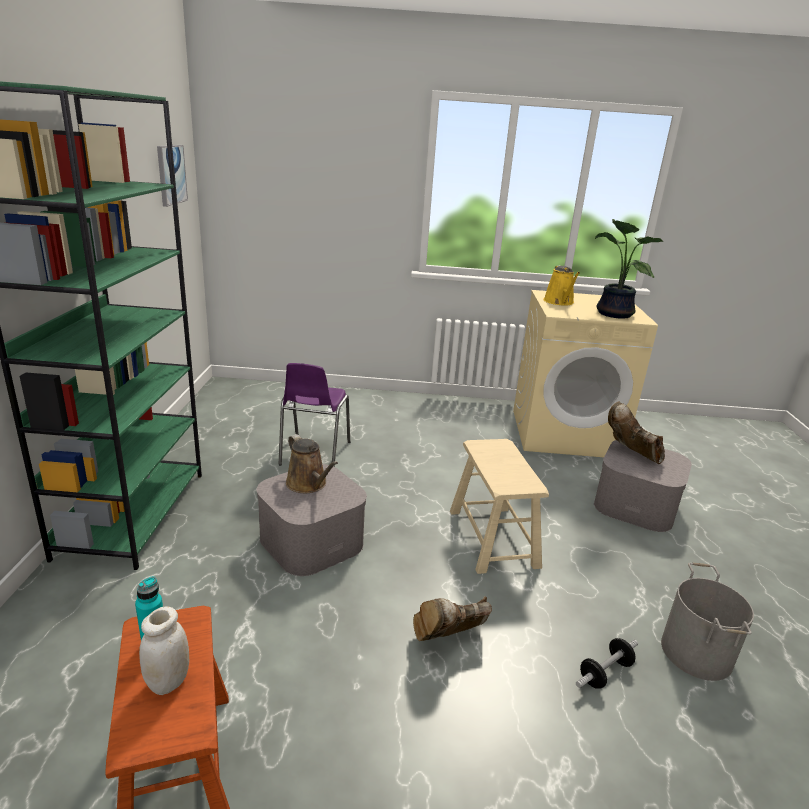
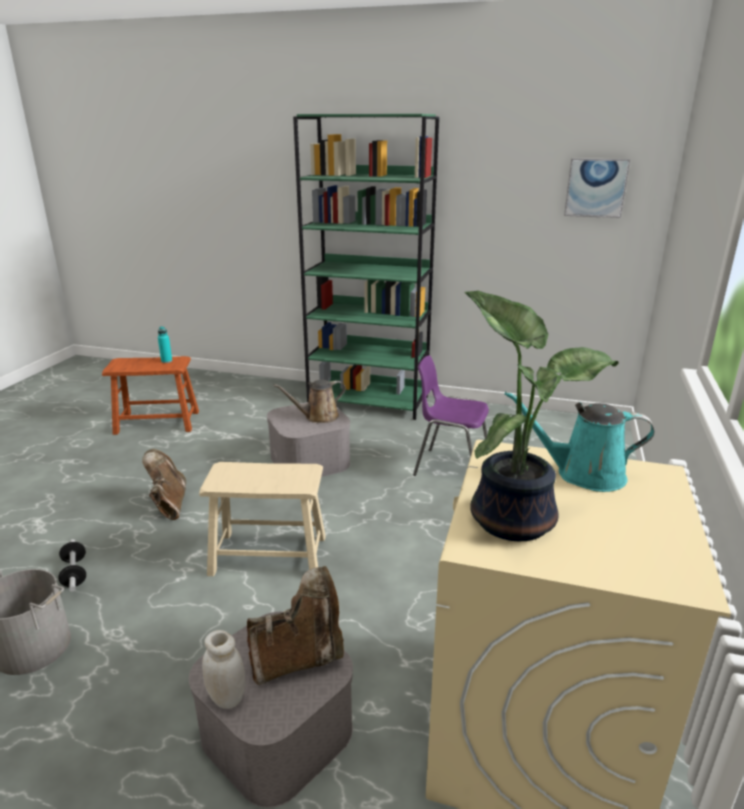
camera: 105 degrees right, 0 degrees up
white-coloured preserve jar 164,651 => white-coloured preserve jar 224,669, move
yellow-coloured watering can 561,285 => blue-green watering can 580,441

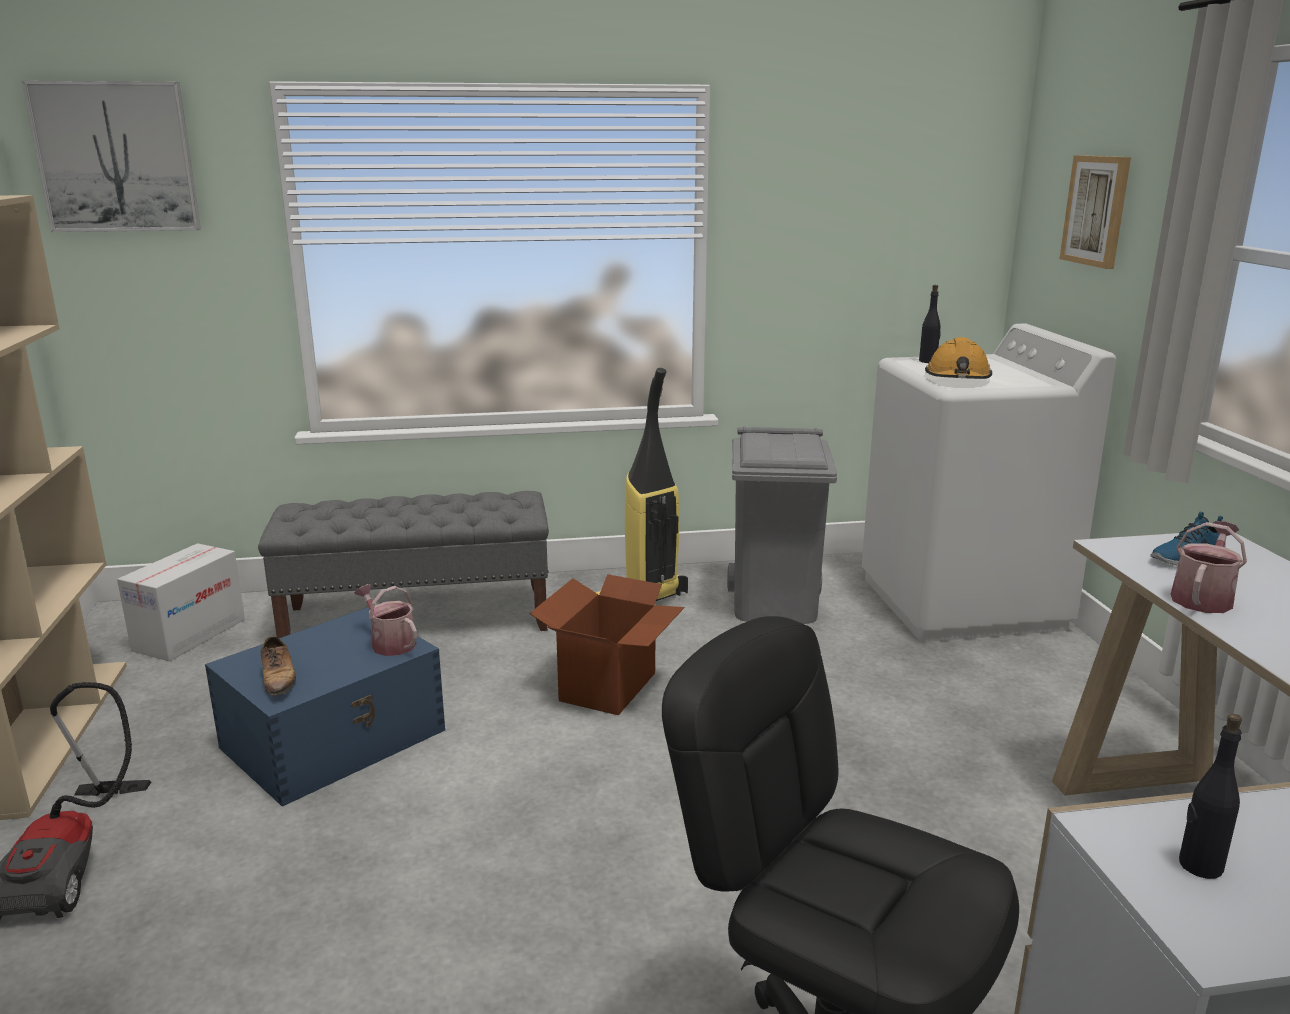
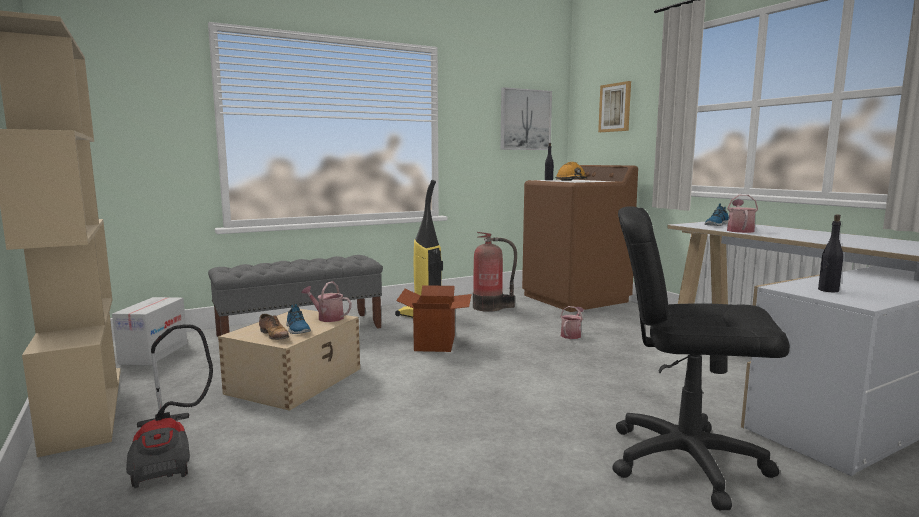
camera: 20 degrees left, 10 degrees down
blue-coloured storage box 325,707 => beige storage box 289,360
nothing => low shoe 298,319
greyish waste bin 782,525 => extinguisher 495,272
picture 111,156 => picture 526,118, move
white-coloured laundry appliance 989,482 => brown-coloured laundry appliance 580,238
nothing => watering can 572,322

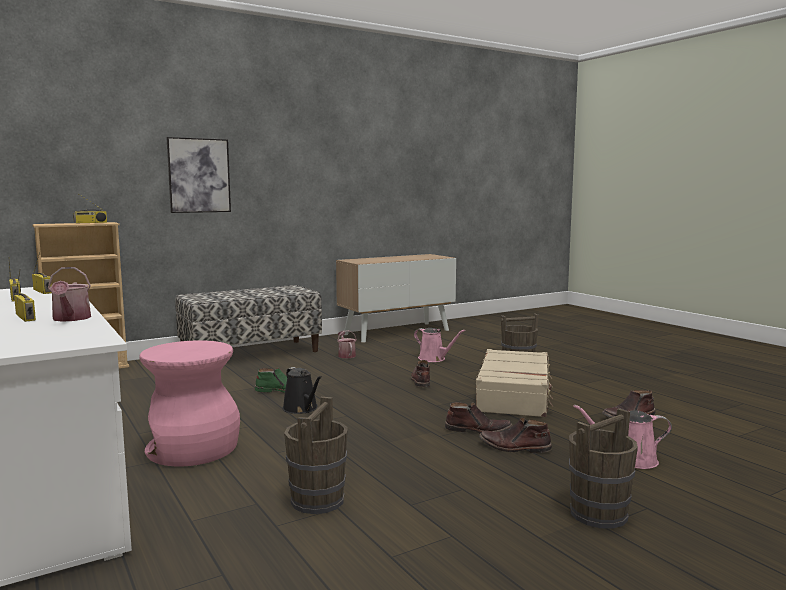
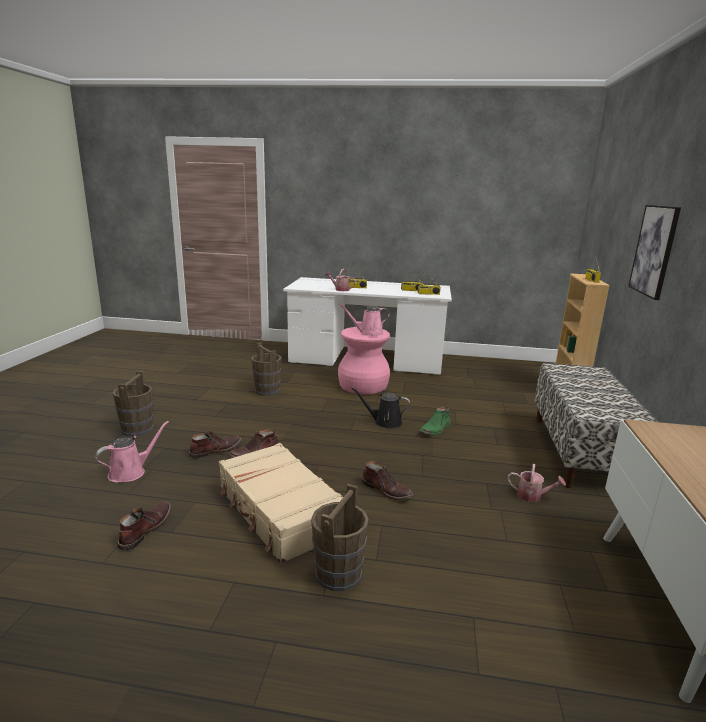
camera: 130 degrees right, 10 degrees up
pink-coloured watering can 439,345 => pink-coloured watering can 364,319, move

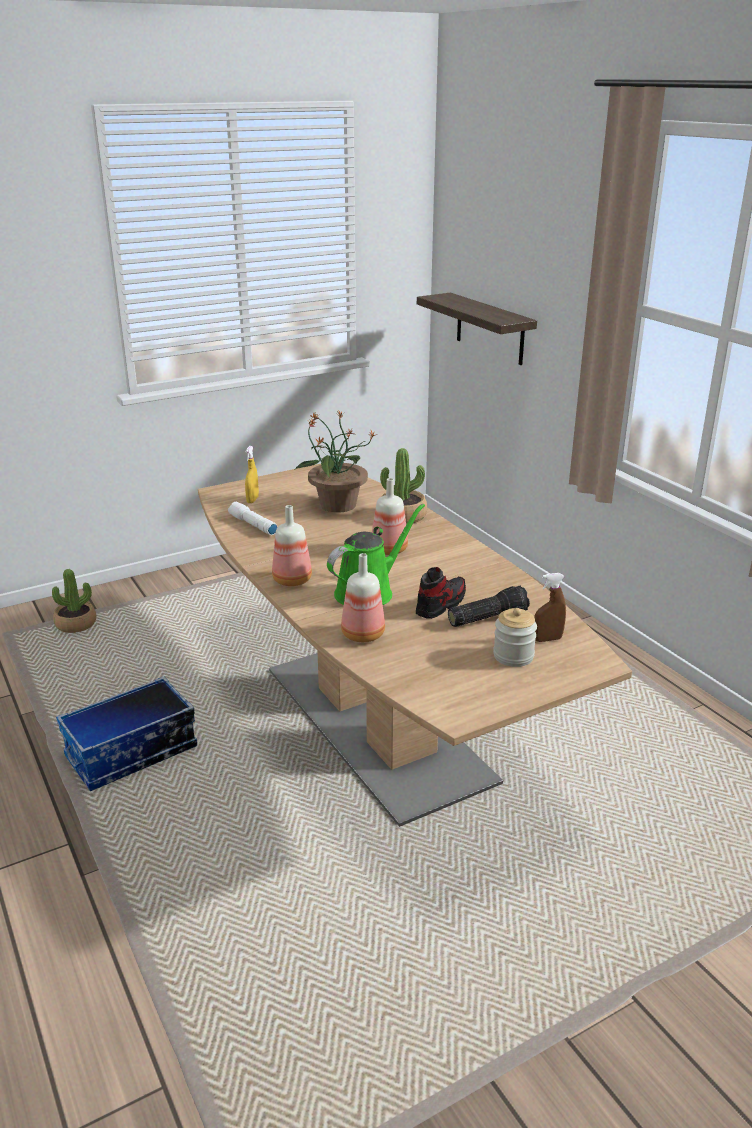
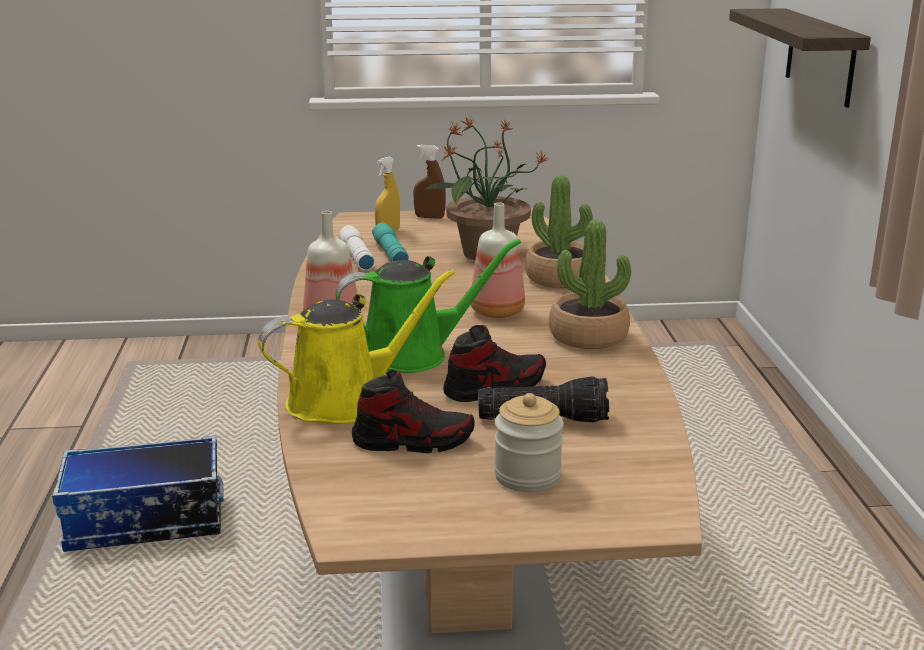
camera: 25 degrees right, 5 degrees down
bottle 363,597 => yellow-coloured watering can 356,346
nothing => low shoe 413,411
nothing => blue-green torch 390,242
brown-coloured hand sprayer 550,607 => brown-coloured hand sprayer 429,182, move
potted plant 74,601 => potted plant 590,284, move

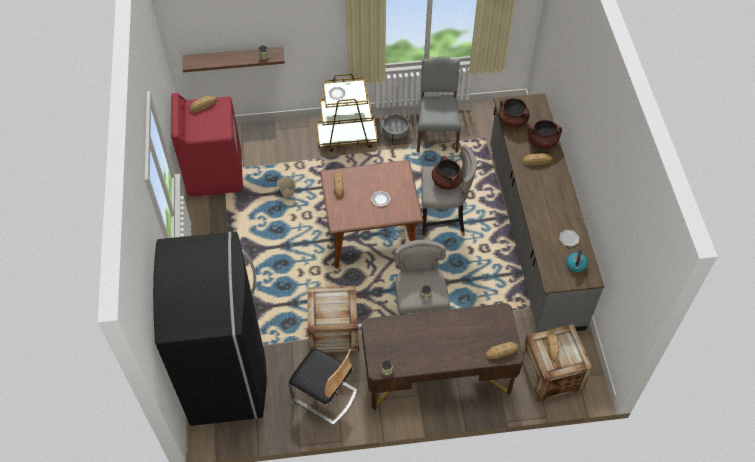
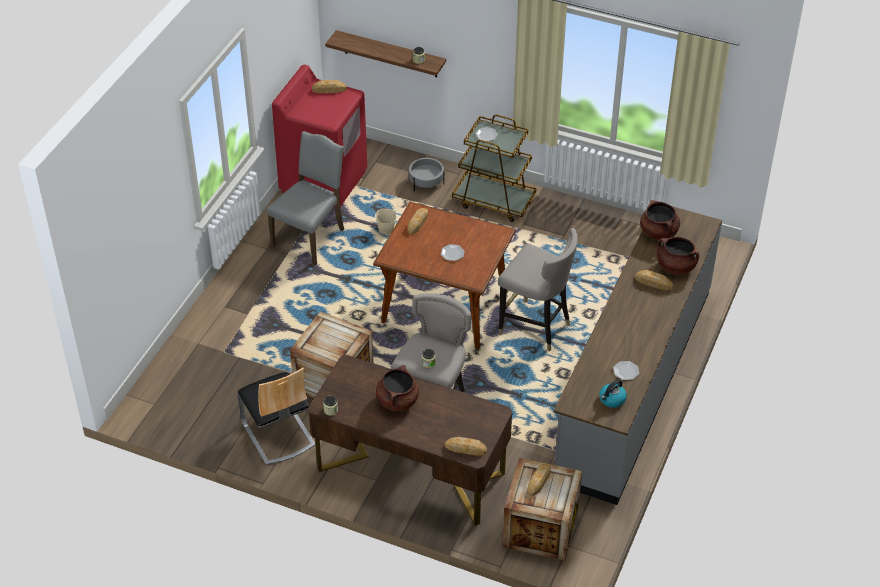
camera: 30 degrees right, 10 degrees down
greyish plain chair 439,104 => greyish plain chair 305,198, move
brown-coloured cooking pot 447,173 => brown-coloured cooking pot 397,388, move
greyish plant pot 396,128 => greyish plant pot 426,174, move
black-coloured kitchen fridge 210,328 => nothing

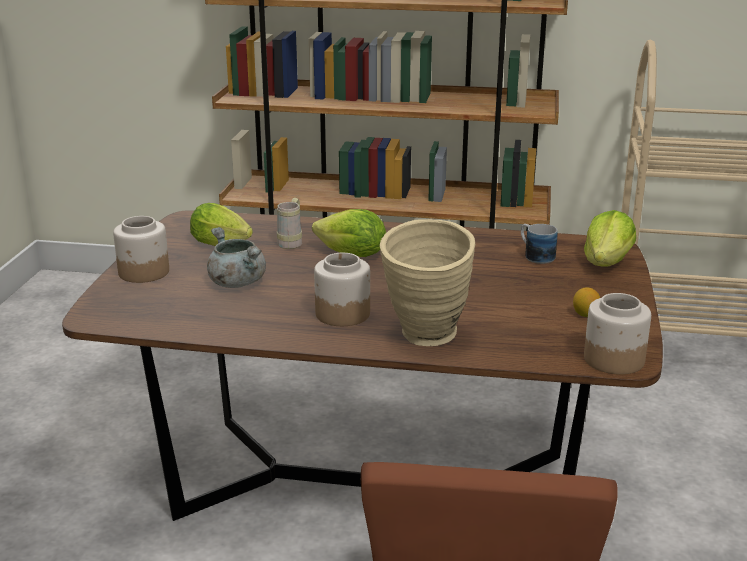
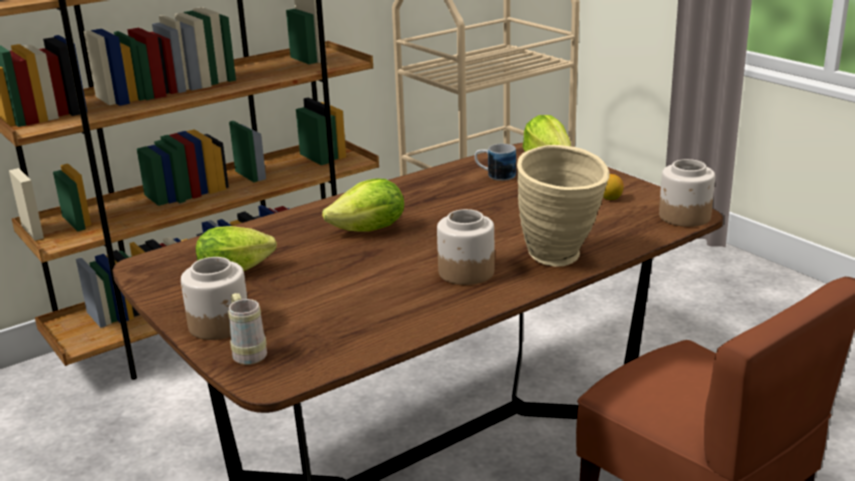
camera: 45 degrees left, 0 degrees up
beige mug 289,223 => beige mug 247,329, move
greyish cooking pot 236,257 => nothing

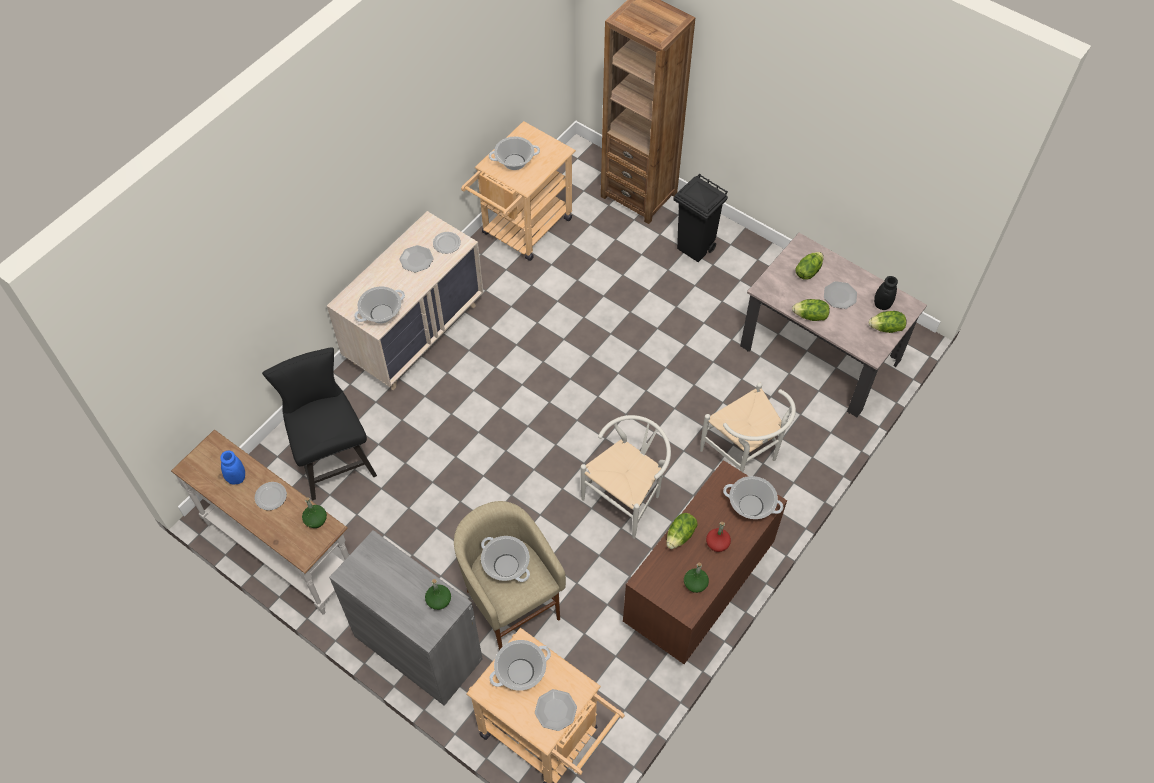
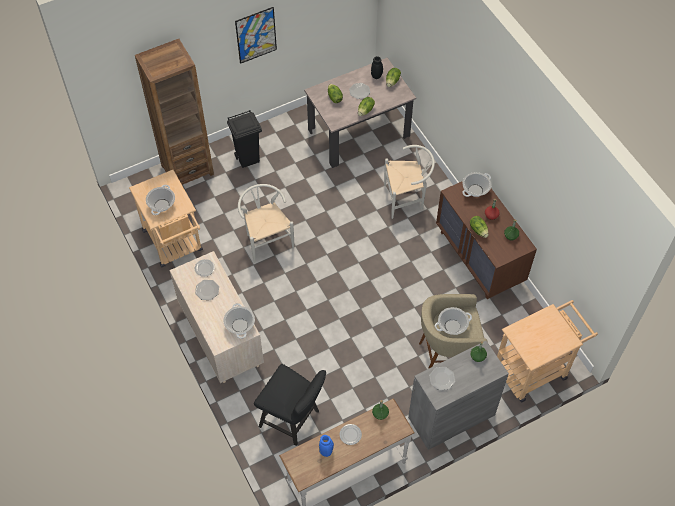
camera: 65 degrees left, 0 degrees up
nothing => picture 256,35
white-coloured plain chair 626,477 => white-coloured plain chair 266,223, move
black-coloured plain chair 319,424 => black-coloured plain chair 290,405, 150 degrees counterclockwise
plate 556,710 => plate 442,378, move
cooking pot 520,665 => nothing

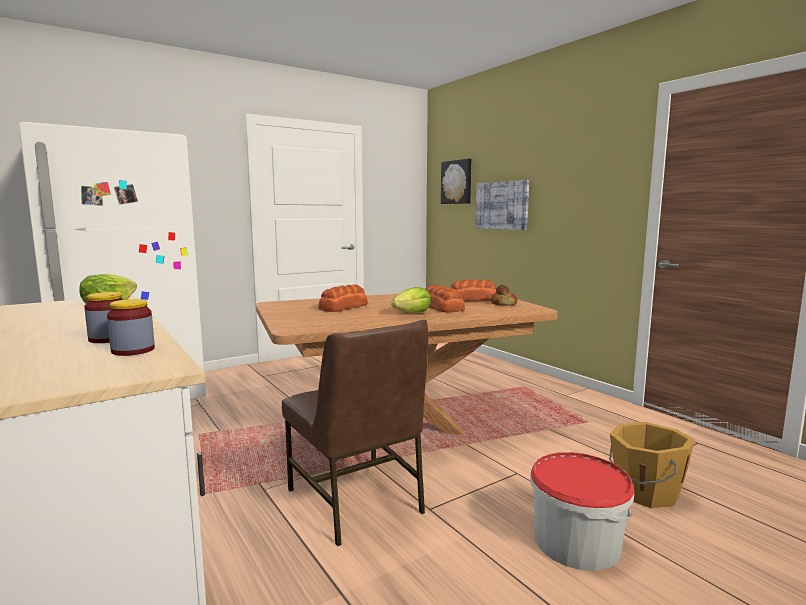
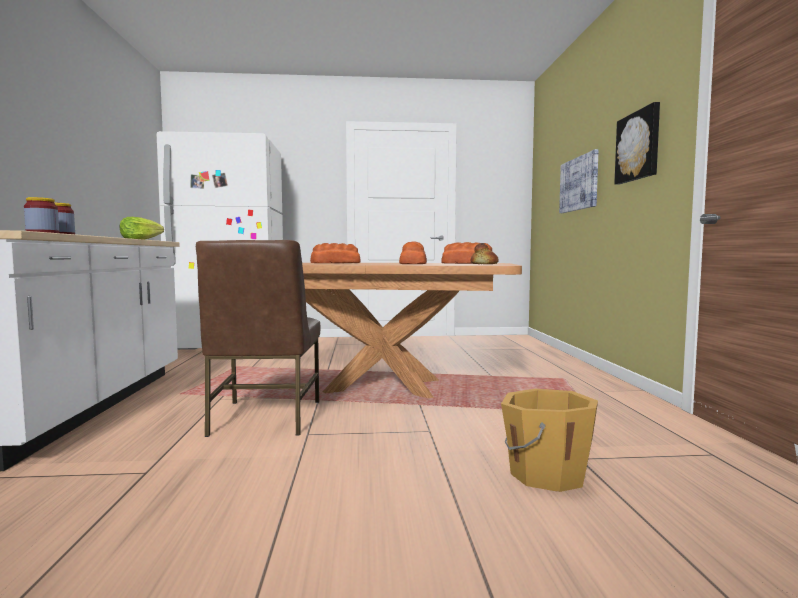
camera: 30 degrees right, 5 degrees down
picture 456,181 => picture 637,143, move
head of lettuce 411,300 => nothing
bucket 582,511 => nothing

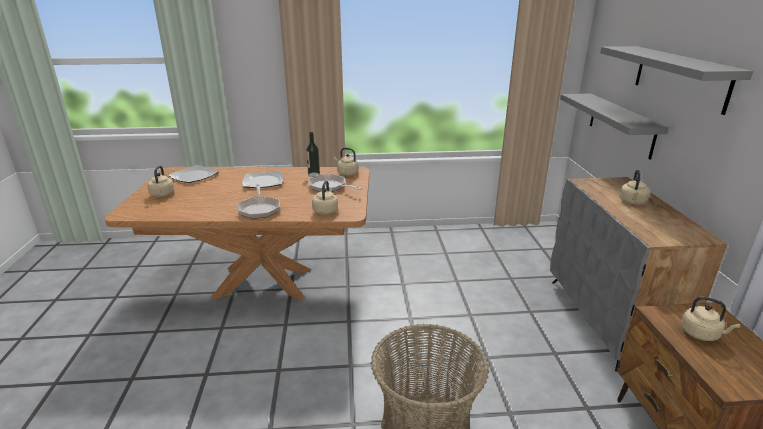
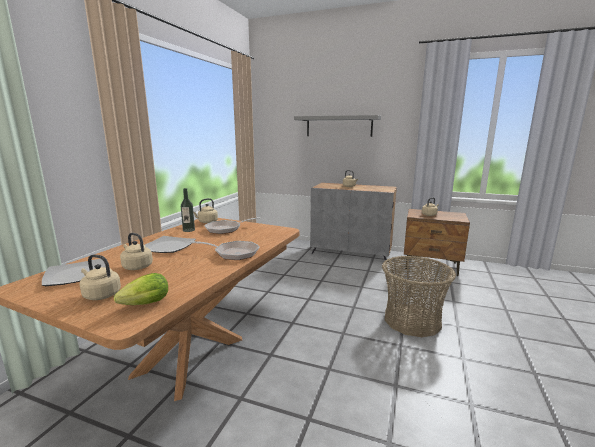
camera: 65 degrees left, 10 degrees down
nothing => head of lettuce 141,289
beige water kettle 325,198 => beige water kettle 136,251, move
greyish shelf 614,126 => nothing

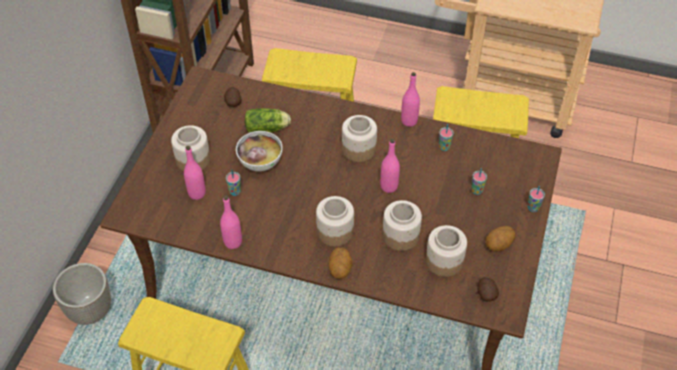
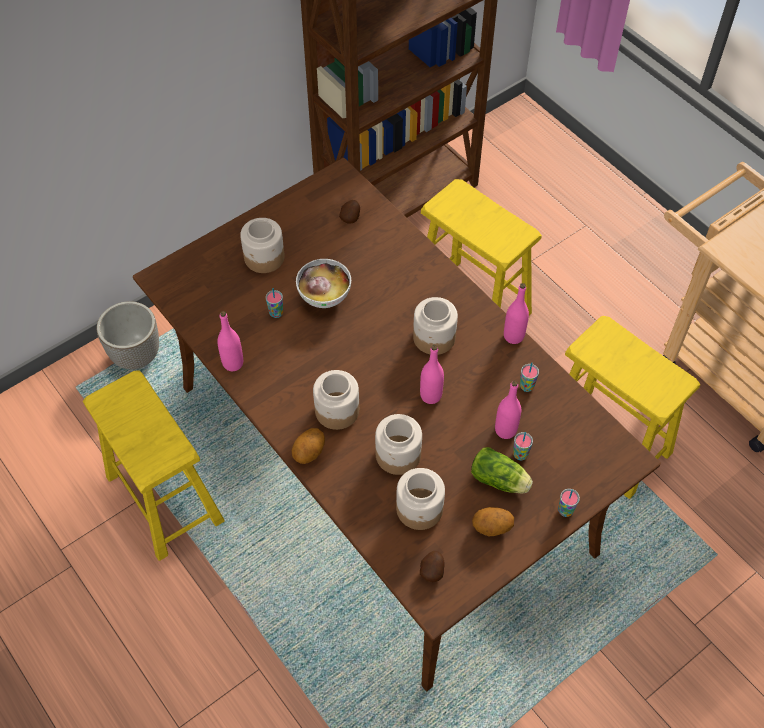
camera: 35 degrees right, 5 degrees up
head of lettuce 268,120 => head of lettuce 502,470, move
pink-coloured bottle 195,173 => pink-coloured bottle 508,410, move

